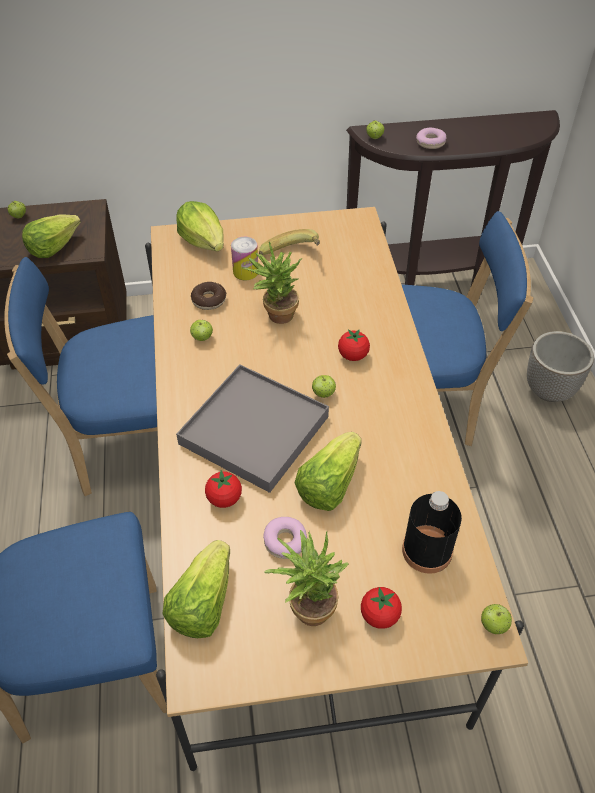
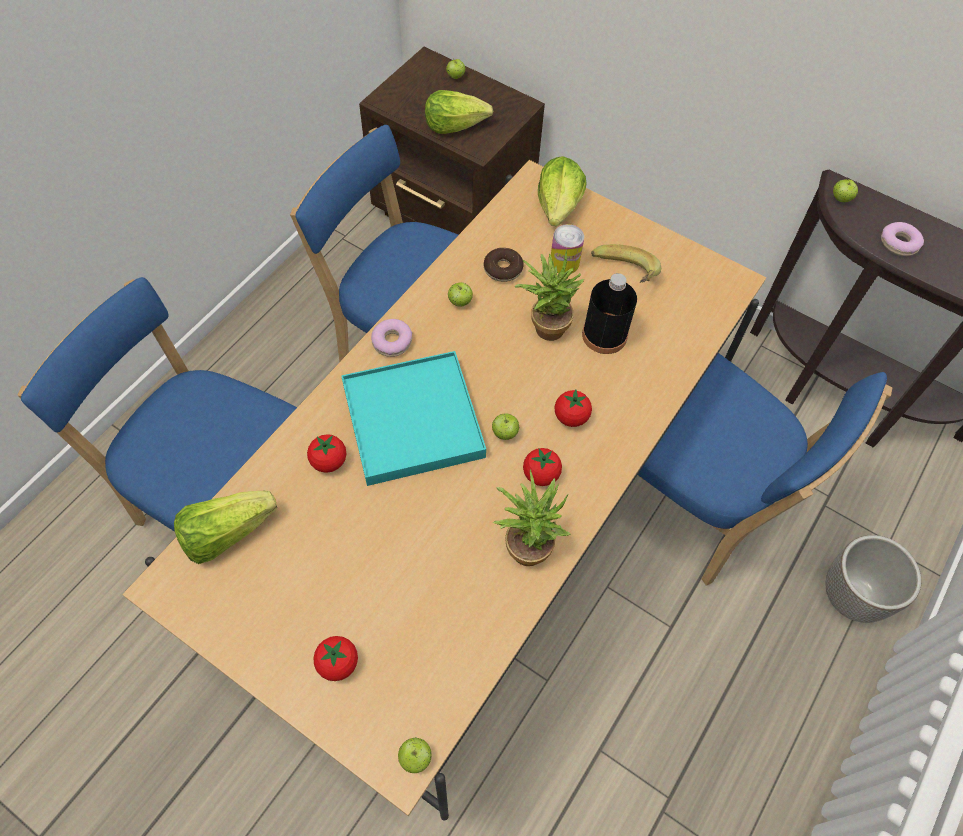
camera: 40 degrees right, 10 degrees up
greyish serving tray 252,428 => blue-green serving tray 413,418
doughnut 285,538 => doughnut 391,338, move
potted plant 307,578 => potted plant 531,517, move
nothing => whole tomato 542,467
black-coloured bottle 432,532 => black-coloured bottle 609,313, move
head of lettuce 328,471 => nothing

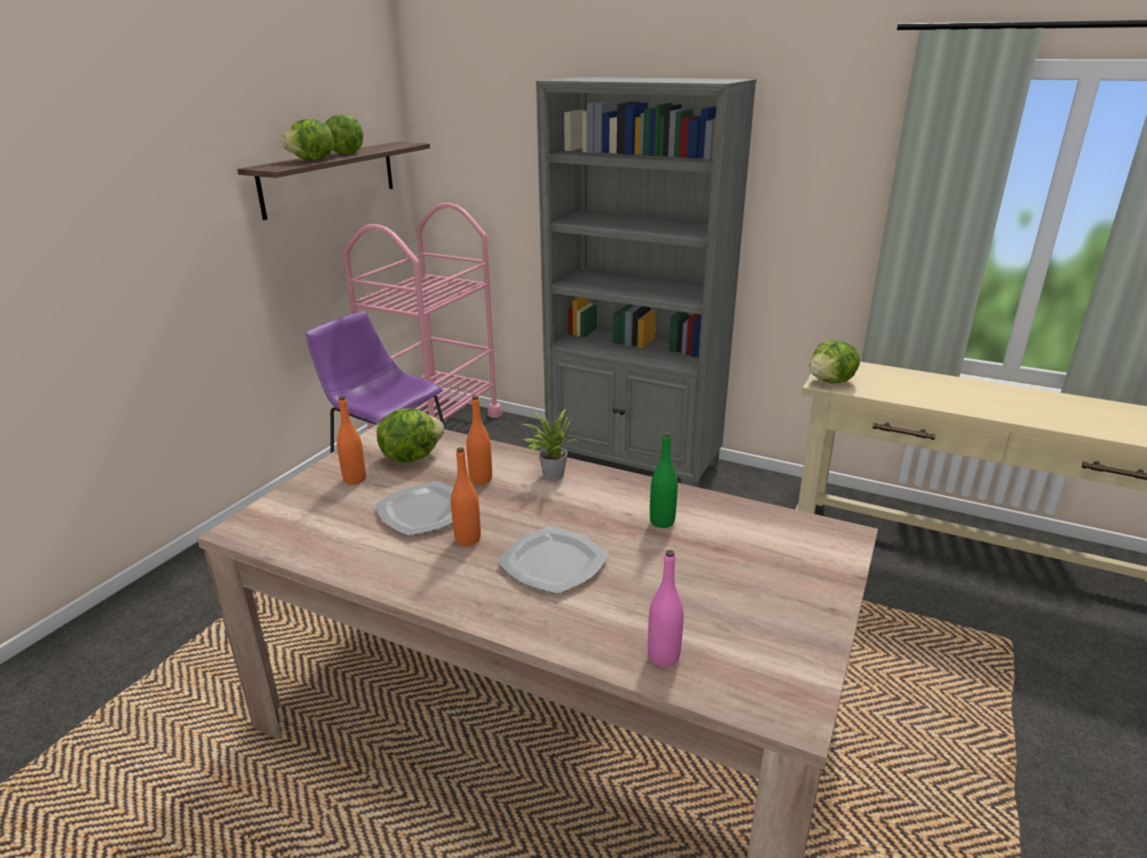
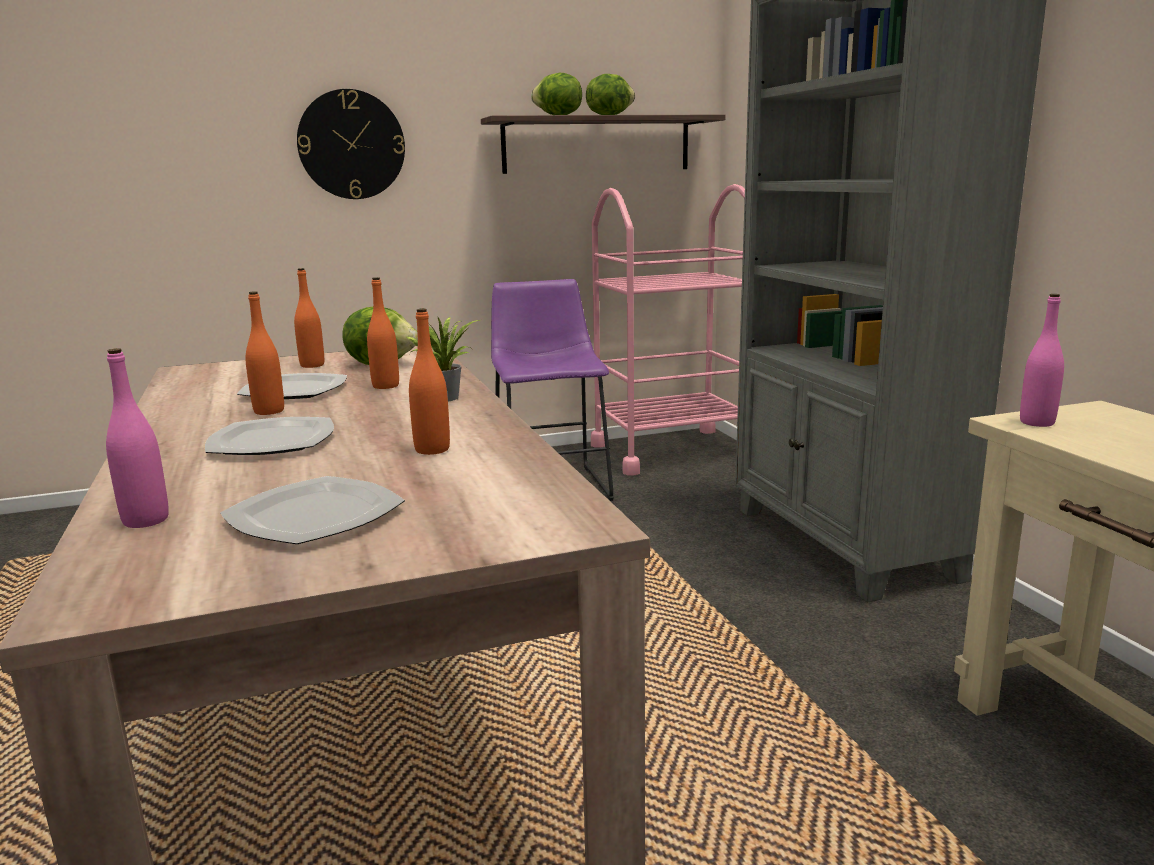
camera: 45 degrees right, 10 degrees down
nothing => plate 312,510
nothing => hanging clock 351,144
greenish bottle 664,480 => orange bottle 429,381
head of lettuce 834,361 => pink-coloured bottle 1042,360

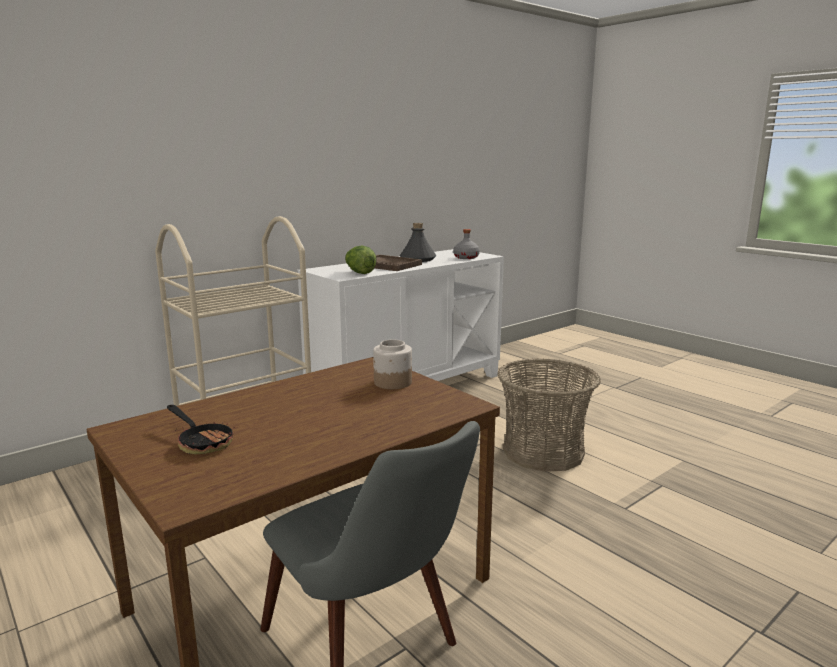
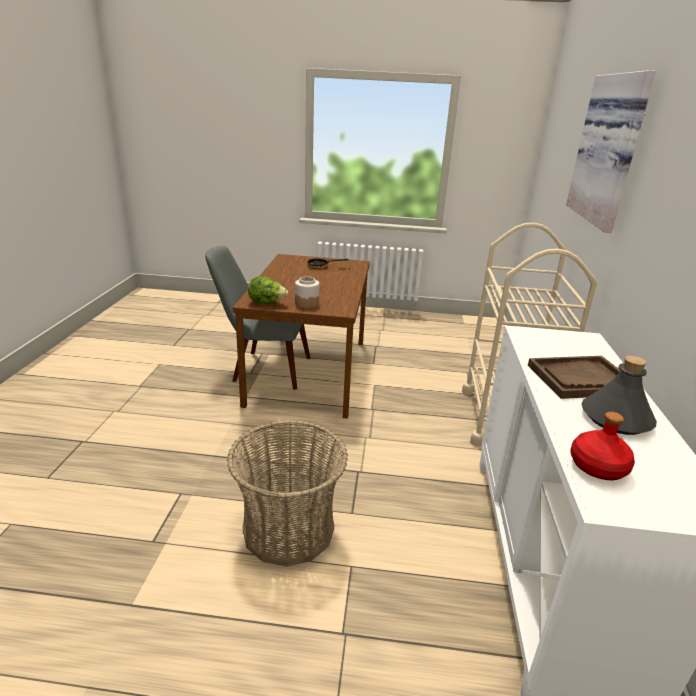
camera: 135 degrees right, 10 degrees up
head of lettuce 361,260 => head of lettuce 268,290, move
nothing => picture 611,151
greyish bottle 466,244 => reddish bottle 602,446

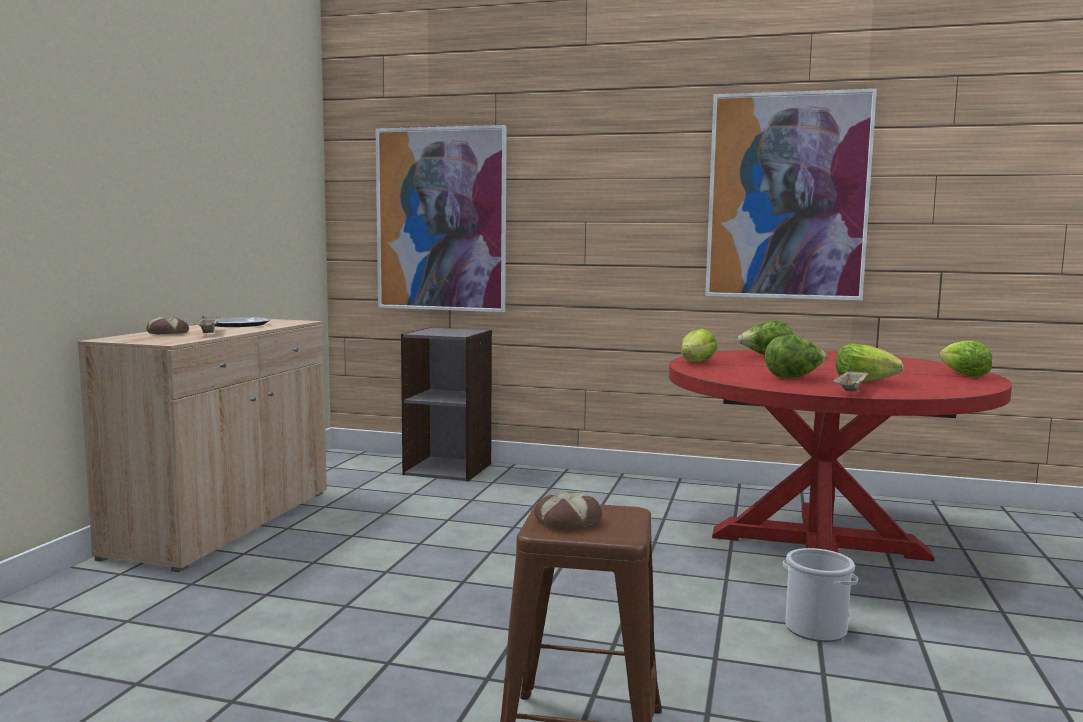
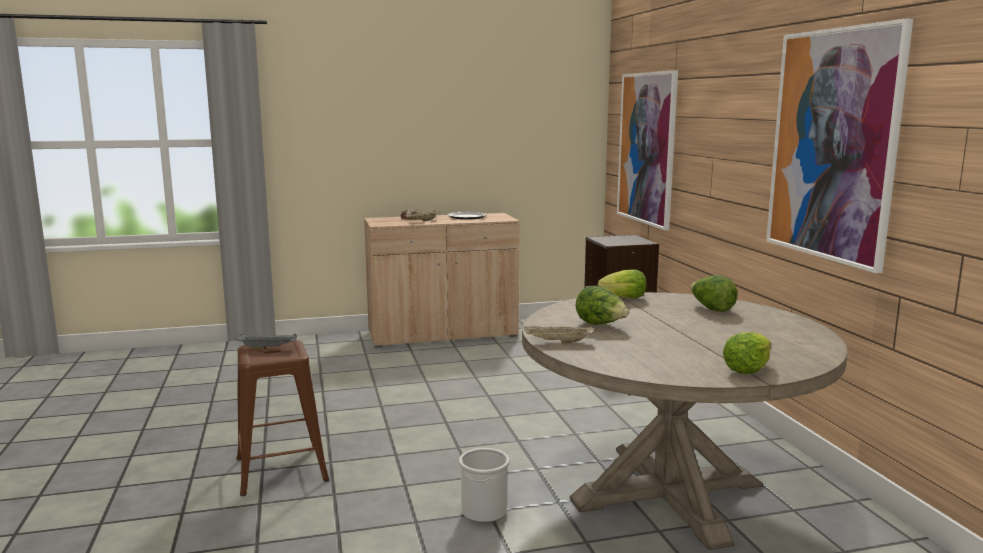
camera: 60 degrees right, 5 degrees up
baked bread 568,511 => greyish serving tray 266,341
reddish dinner table 840,455 => beige dinner table 685,421
head of lettuce 870,362 => nothing

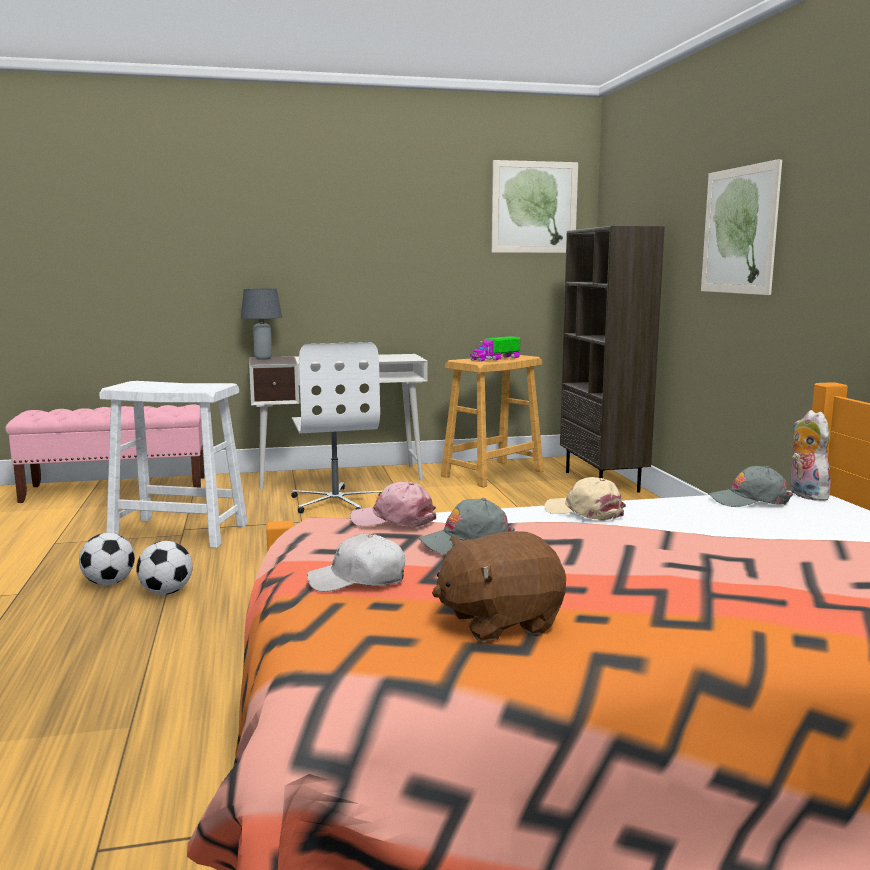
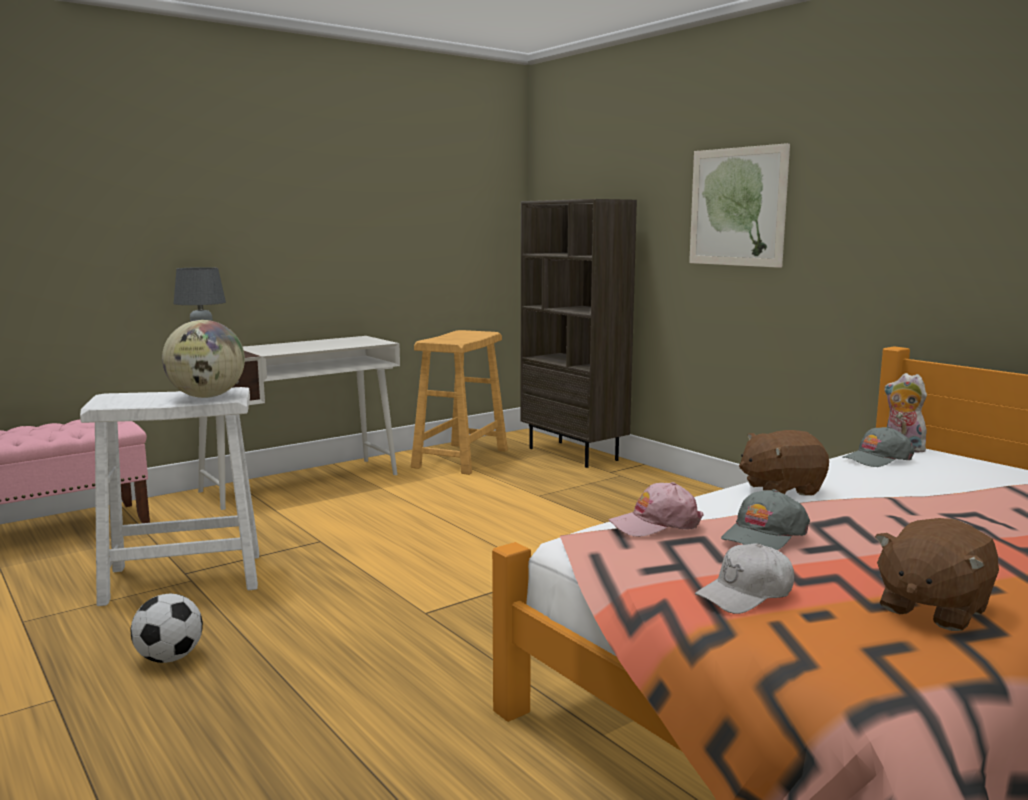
camera: 25 degrees left, 0 degrees up
nothing => world globe 203,359
beige baseball cap 585,499 => brown-coloured soft toy 784,463
football ball 164,568 => nothing
white-coloured computer chair 336,427 => nothing
model truck 495,348 => nothing
picture 535,206 => nothing

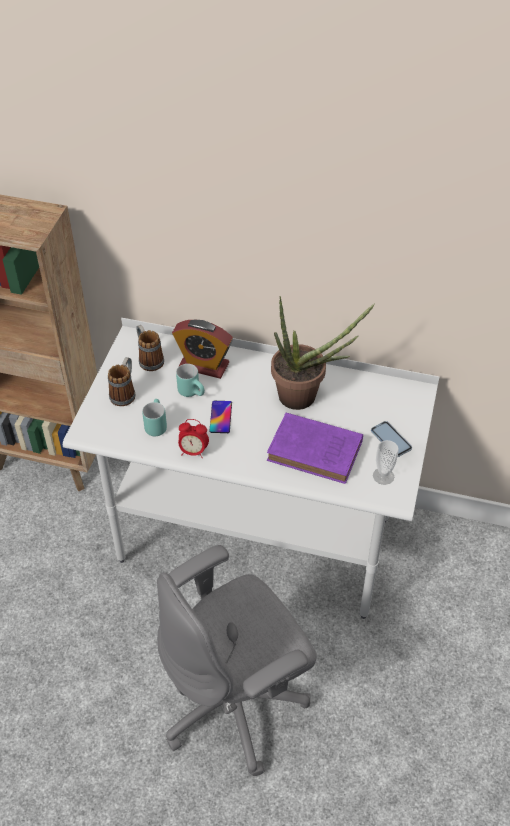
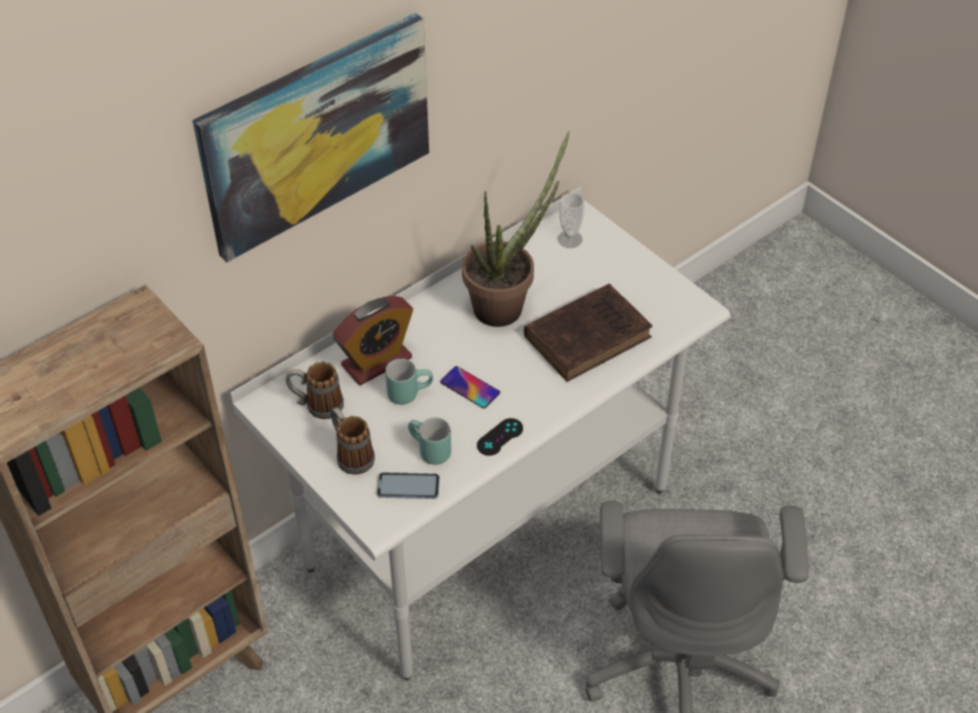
camera: 55 degrees left, 0 degrees up
nothing => picture 310,137
phone 391,439 => phone 408,485, move
table clock 193,438 => black-coloured game controller 500,437
purple-coloured volume 315,448 => brown-coloured volume 588,333
small cup 386,462 => small cup 570,220, move

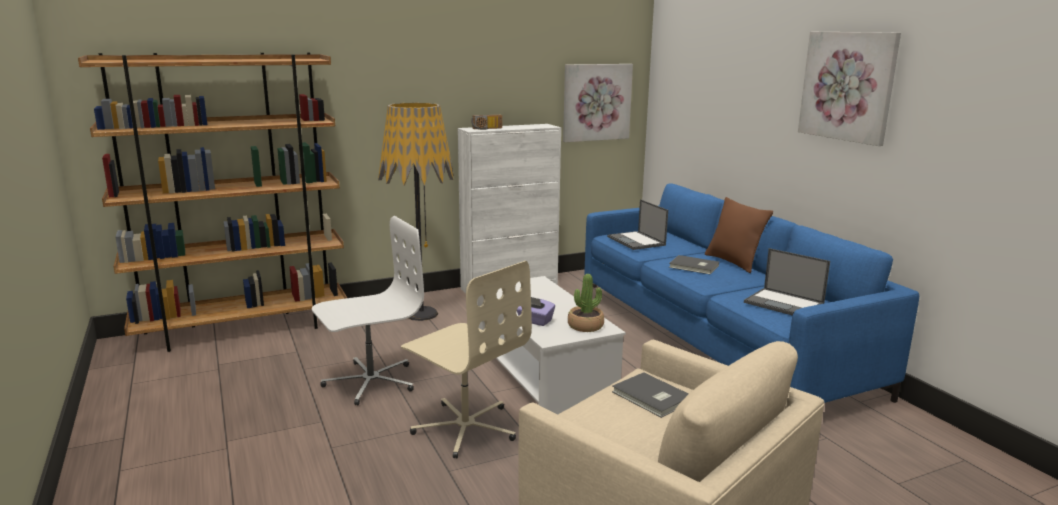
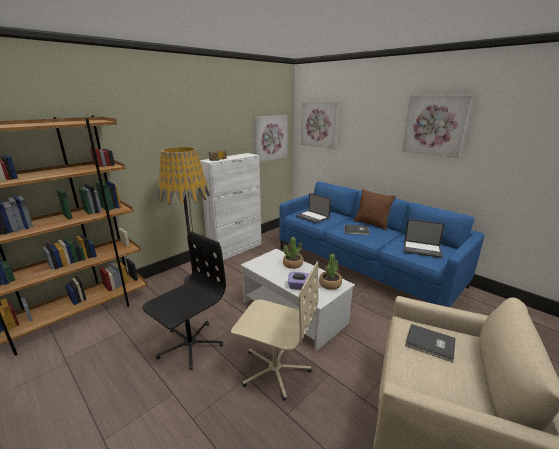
camera: 20 degrees left, 5 degrees up
white-coloured computer chair 368,310 => black-coloured computer chair 184,300
nothing => potted plant 293,253
nothing => picture 320,125

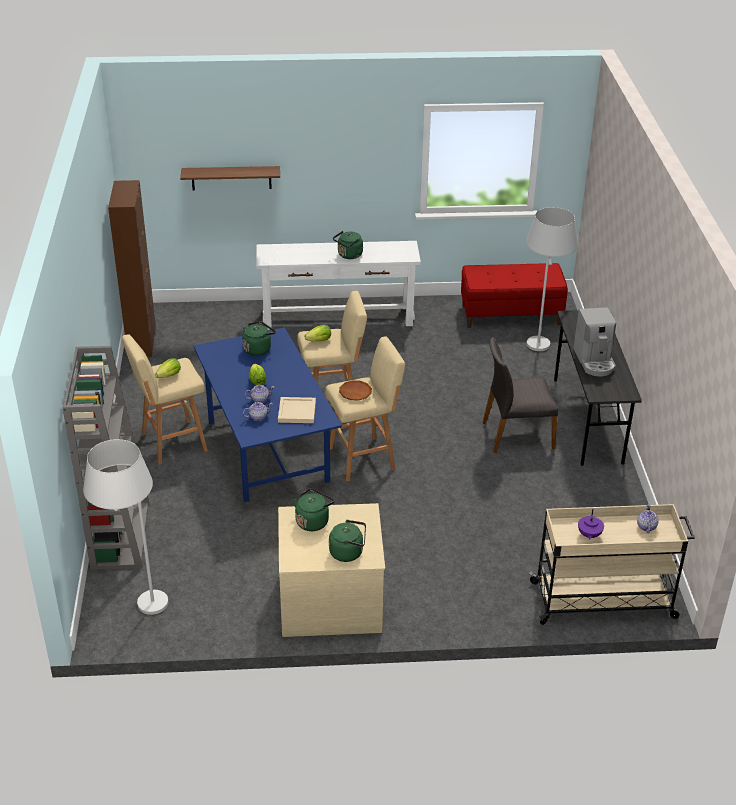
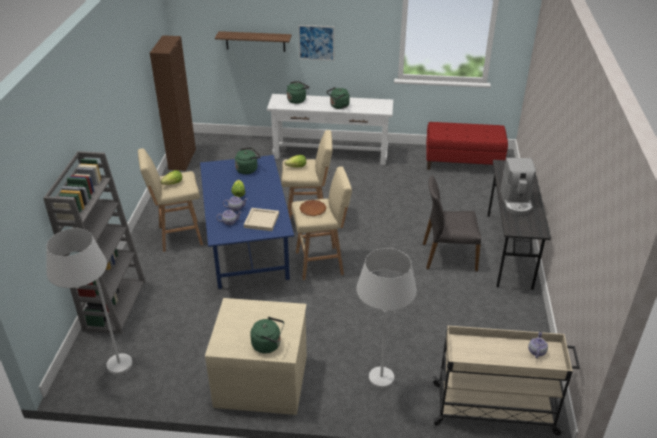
camera: 10 degrees right, 0 degrees up
greenish water kettle 314,509 => greenish water kettle 298,92, move
nothing => picture 316,43
white-coloured standing lamp 552,279 => white-coloured standing lamp 386,318, move
purple-coloured teapot 591,524 => nothing

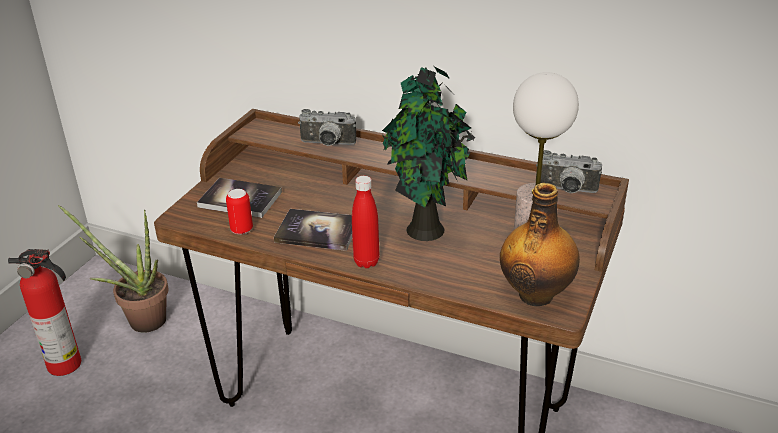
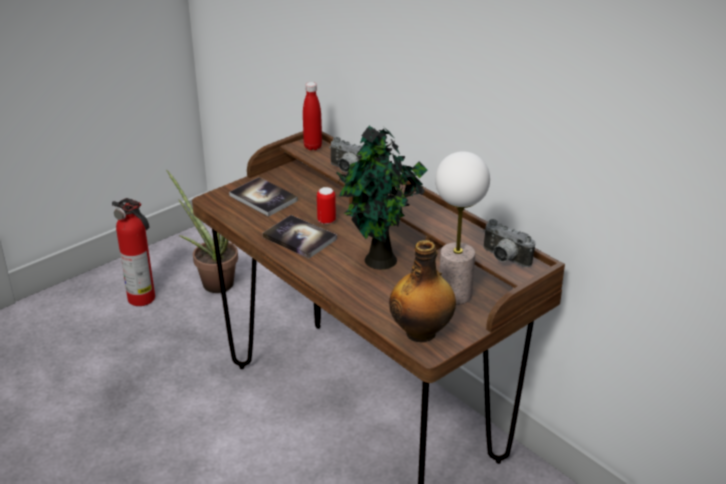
camera: 25 degrees right, 0 degrees up
reddish bottle 365,222 => reddish bottle 312,116, move
can 239,211 => can 326,205, move

